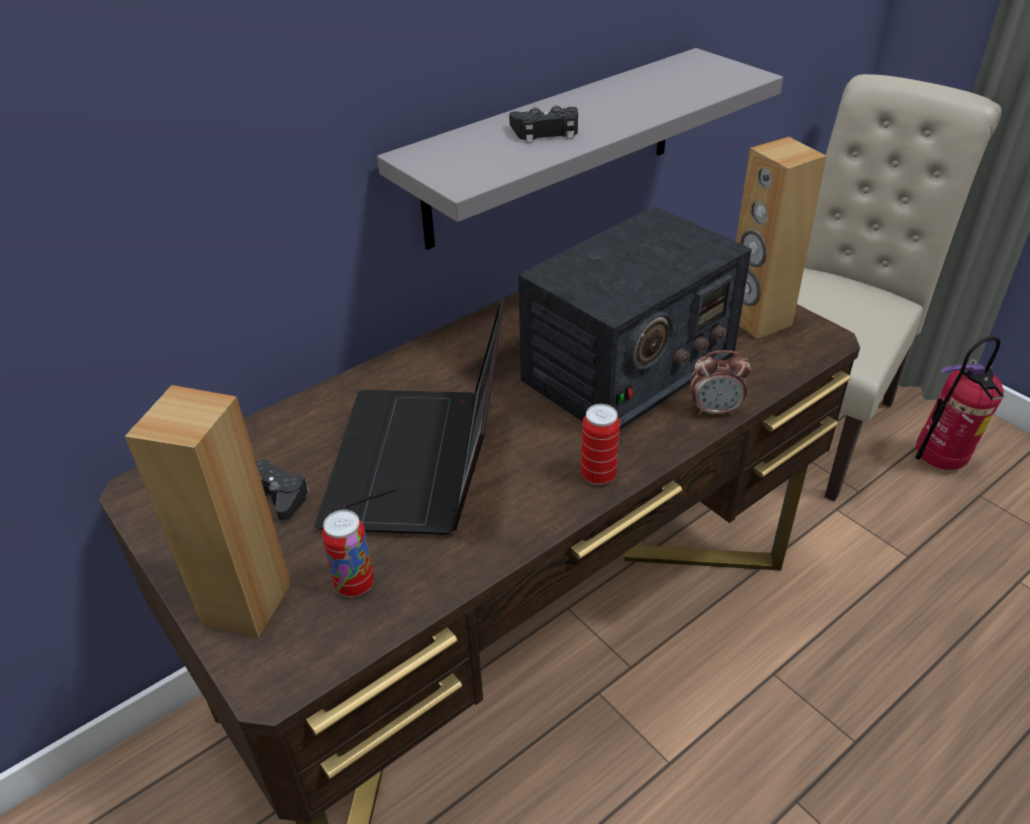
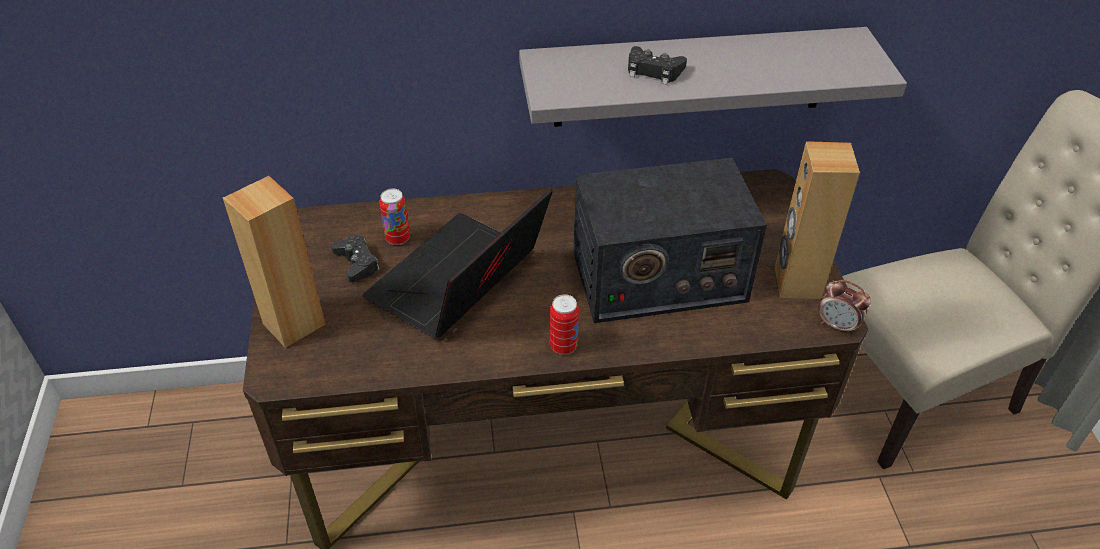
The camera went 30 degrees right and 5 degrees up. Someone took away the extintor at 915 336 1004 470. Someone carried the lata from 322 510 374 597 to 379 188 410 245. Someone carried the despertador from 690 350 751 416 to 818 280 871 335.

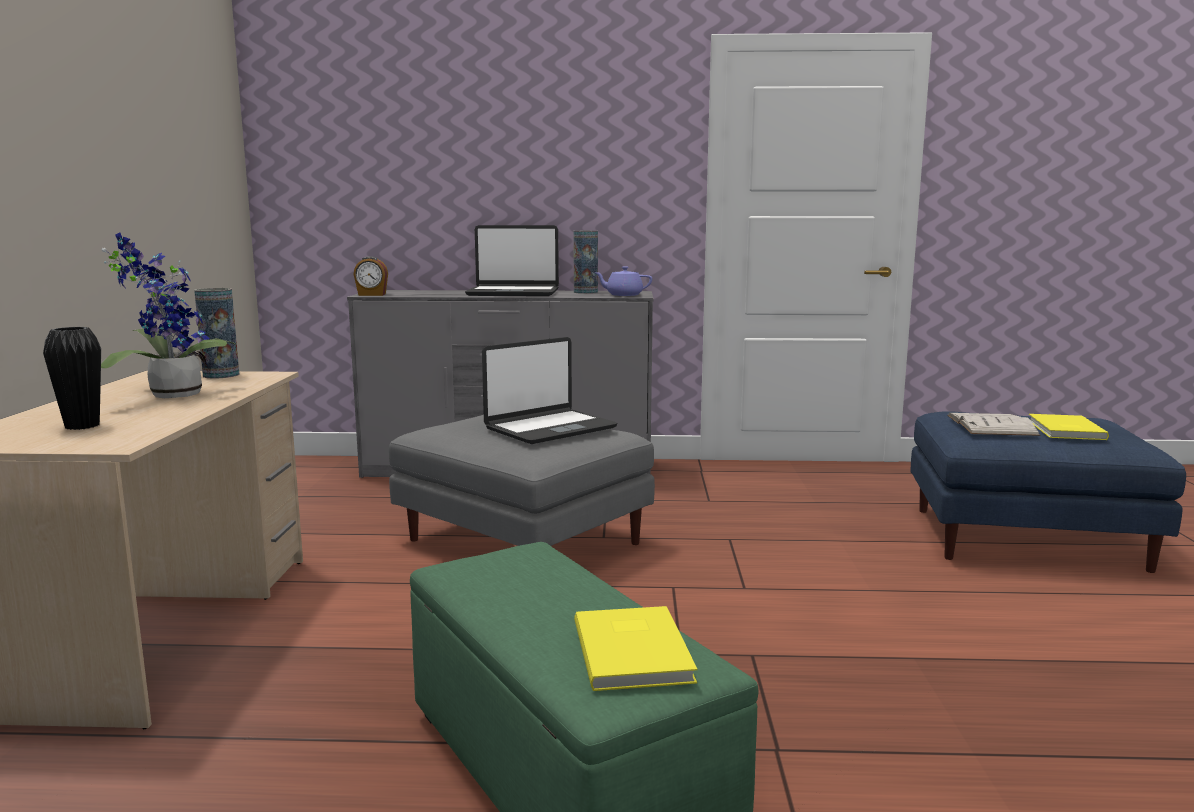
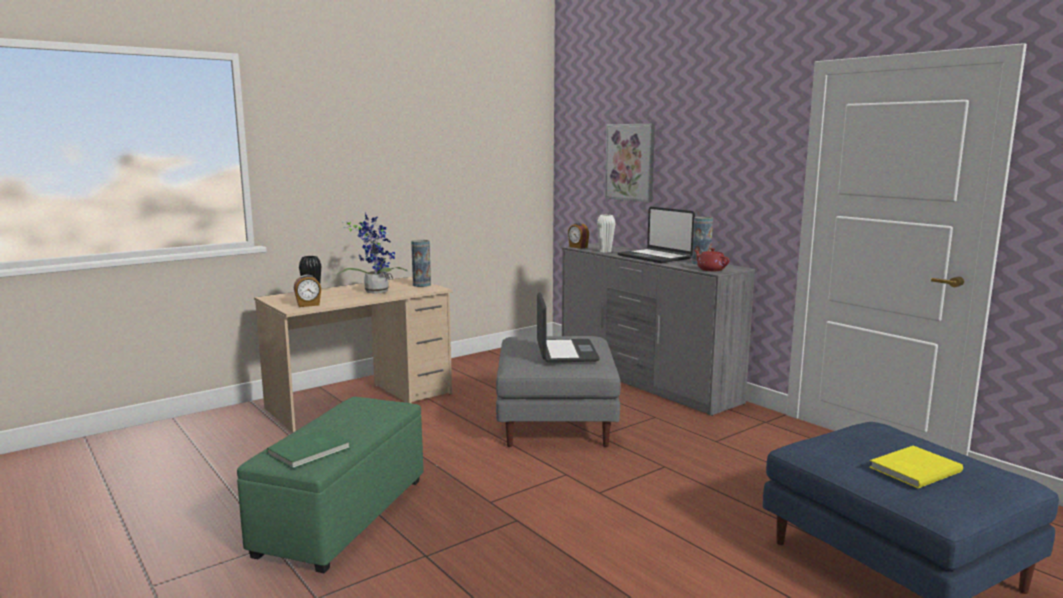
The camera went 50 degrees right and 0 degrees up. Someone took away the libro/blanco at 947 413 1040 436. Someone put down the despertador at 294 275 321 307. Someone put down the florero/blanco at 597 215 615 253. Someone put up the cuadro at 605 124 655 202. Someone repainted the libro/amarillo at 574 606 698 691, which became the libro/verde at 267 429 351 469. Someone repainted the tetera/morado at 594 266 652 296, which became the tetera/rojo at 694 248 730 271. Someone rotated the portátil at 482 337 617 444 by 105 degrees counterclockwise.

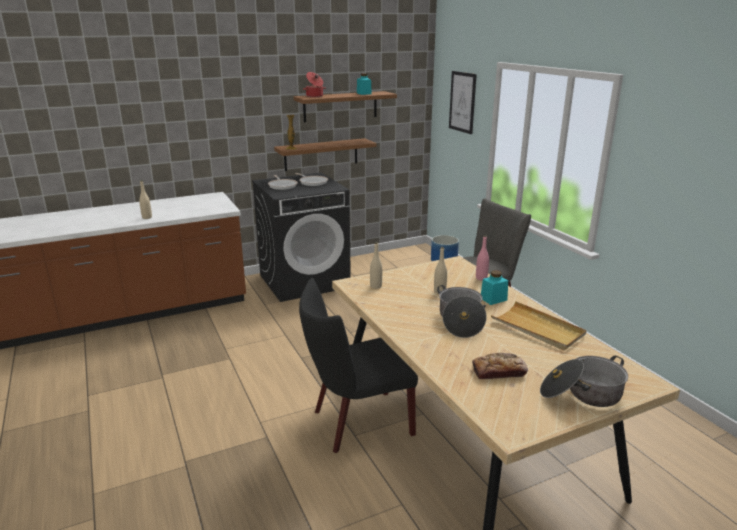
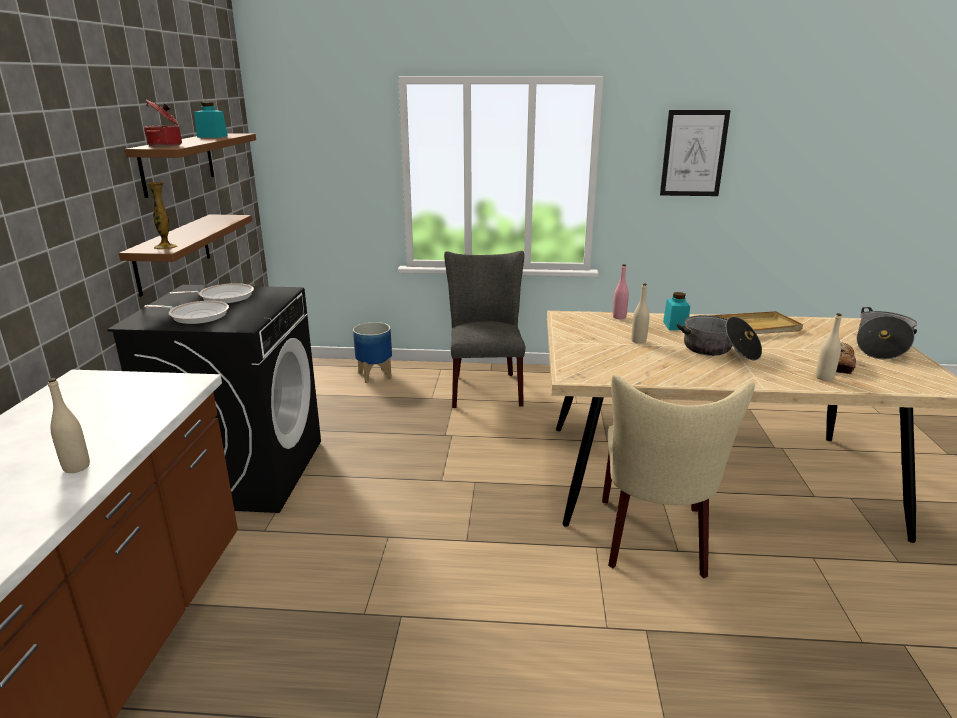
The camera went 60 degrees left and 0 degrees up. Someone carried the botella/beis from 370 242 382 289 to 816 313 842 381. Someone carried the cuadro from 449 71 477 134 to 660 110 731 196. Someone repainted the silla/negro at 299 278 418 453, which became the silla/beis at 602 374 755 578.

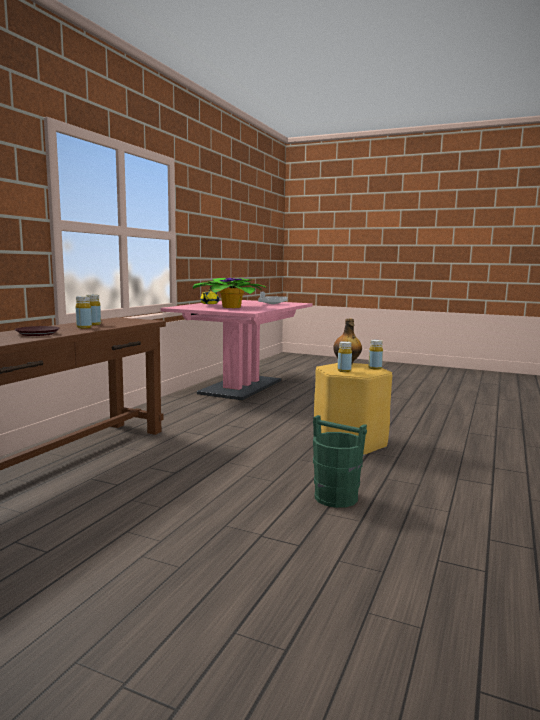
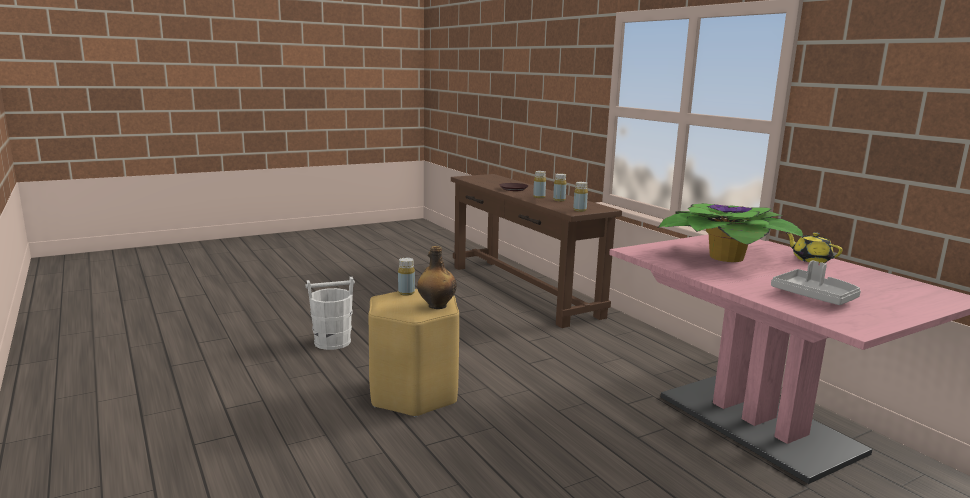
The camera went 125 degrees right and 5 degrees up. Someone carried the botella/amarillo from 369 340 383 370 to 573 182 588 212. Someone repainted the cubo/verde at 313 415 367 508, which became the cubo/blanco at 306 277 355 350.

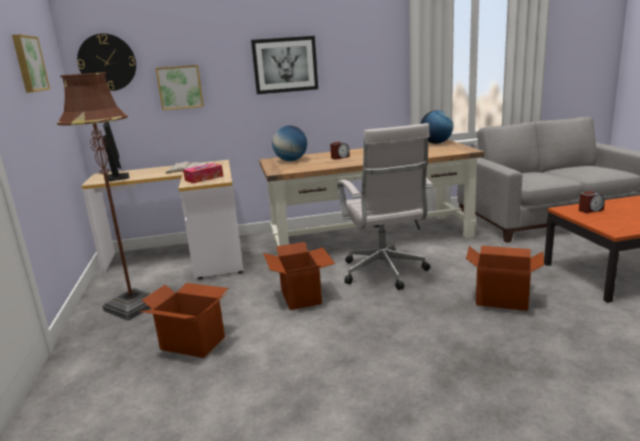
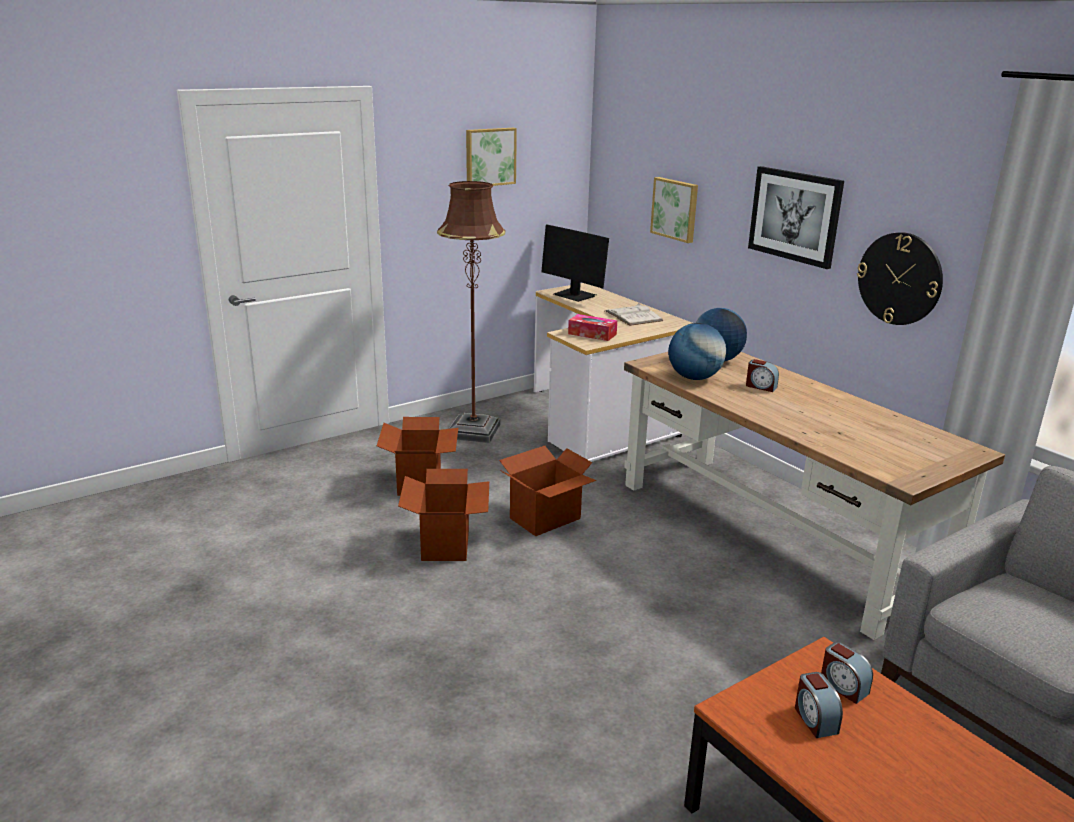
The camera went 65 degrees right and 5 degrees up. Someone took away the silla de oficina/blanco at 337 123 433 290. Someone put down the despertador at 795 672 843 738. Someone carried the reloj de pared from 77 33 136 91 to 857 232 943 325. Someone carried the globo terráqueo from 420 110 453 144 to 668 323 726 380. Someone carried the caja de cartón from 466 246 544 311 to 398 469 489 561. Someone rotated the monitor at 102 122 129 181 by 90 degrees clockwise.

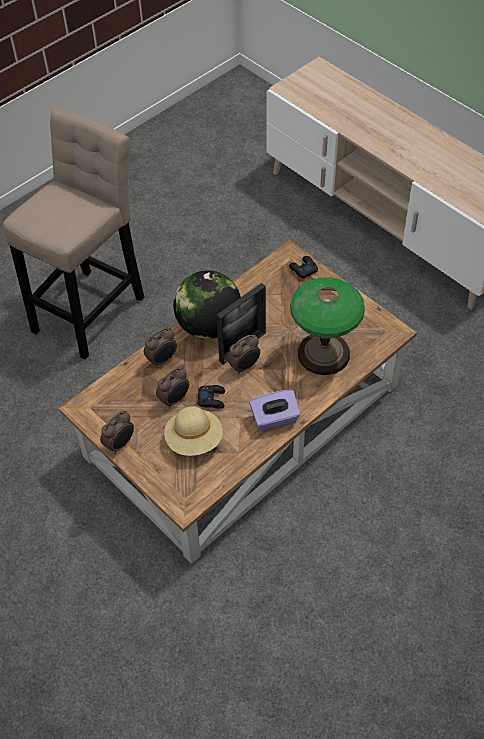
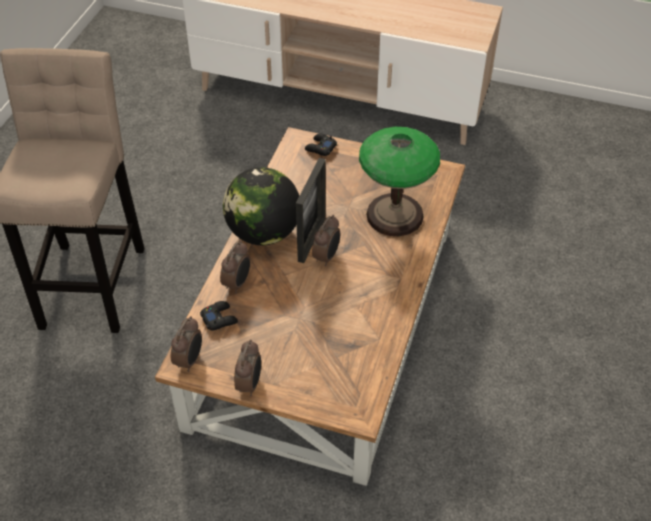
The camera went 30 degrees left and 5 degrees down. Someone took away the sombrero/beis at 164 406 223 456. Someone took away the caja de pañuelos/morado at 249 390 301 431. Someone carried the despertador from 156 367 189 408 to 171 316 202 372. Someone carried the mando de consola/negro from 197 385 225 409 to 200 301 238 331.

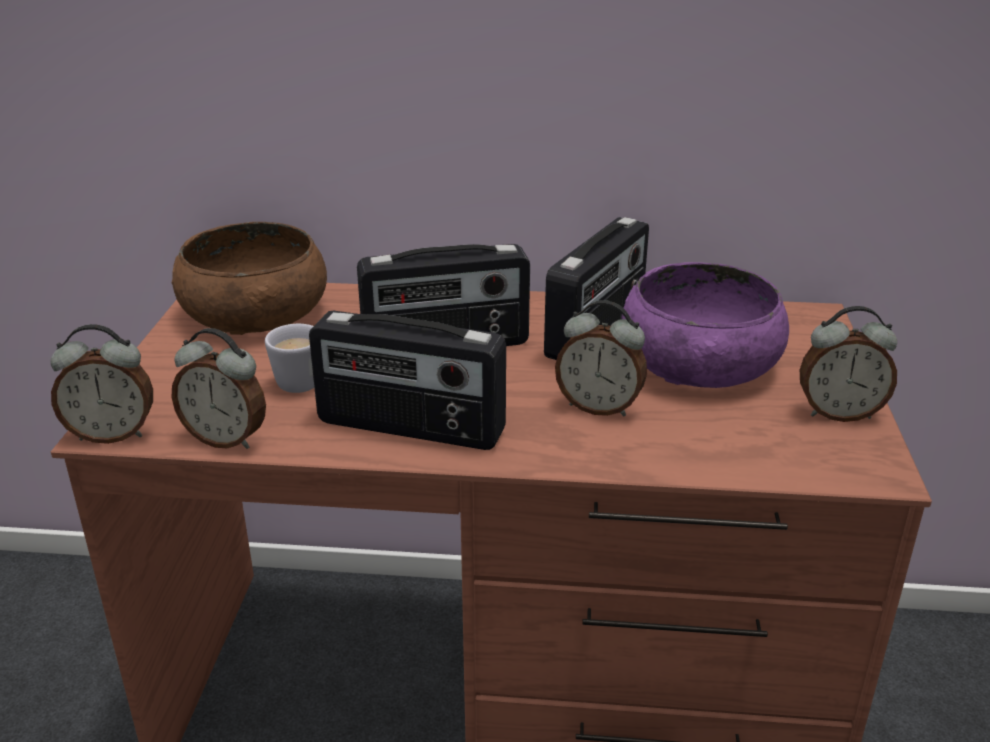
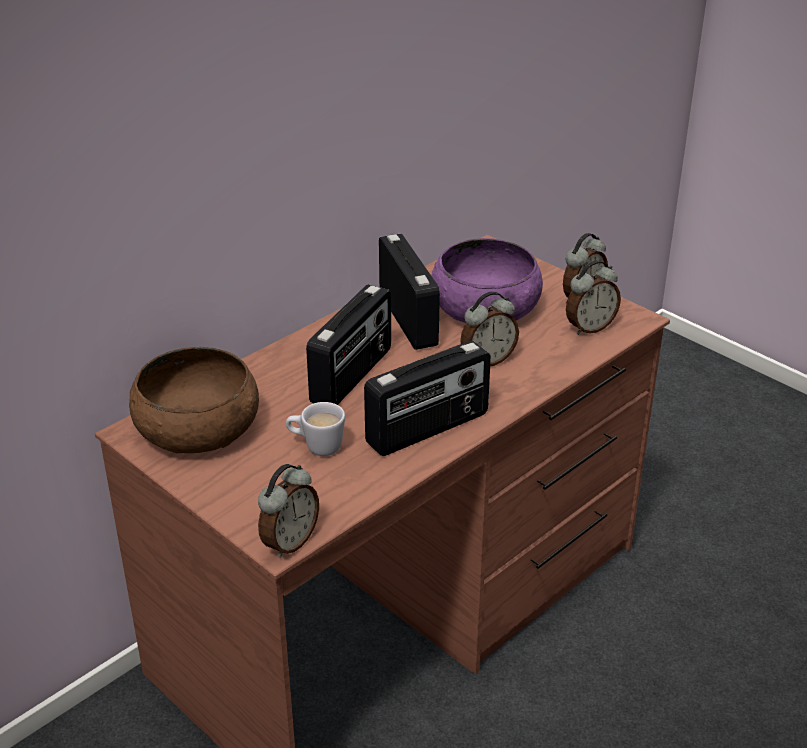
The camera went 50 degrees left and 5 degrees up. Someone carried the despertador from 172 328 266 449 to 566 260 621 335.

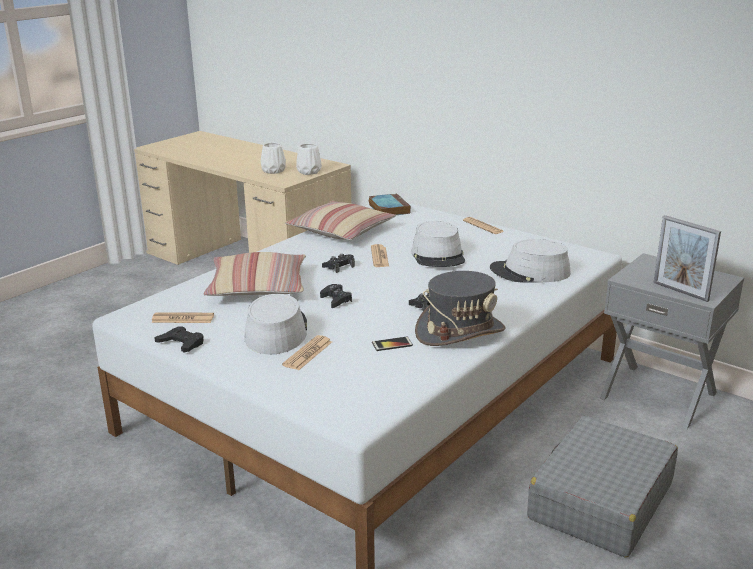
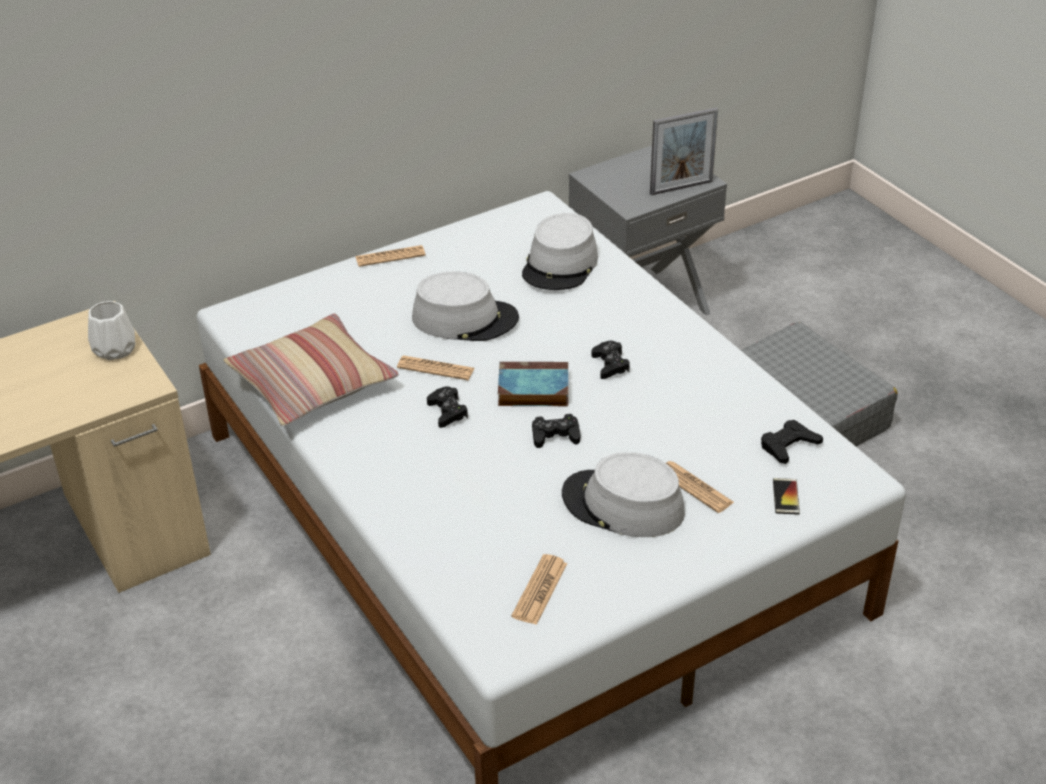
The camera went 70 degrees left and 15 degrees up. Someone took away the cojín at 204 252 306 296. Someone took away the florero/blanco at 261 143 286 174. Someone took away the sombrero/gris at 415 271 505 346. Someone carried the mando de consola/negro from 154 326 204 352 to 761 420 823 464. Someone carried the libro from 369 193 411 215 to 498 362 568 406. Someone carried the móvil from 372 337 413 351 to 773 478 800 515.

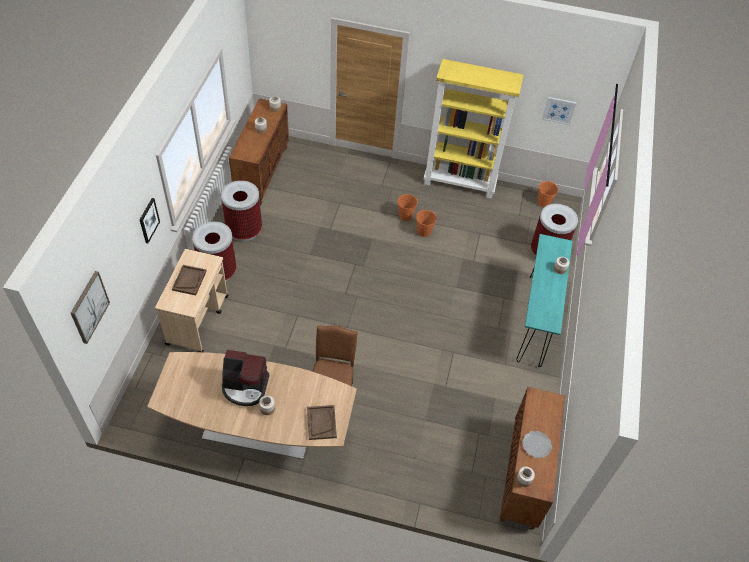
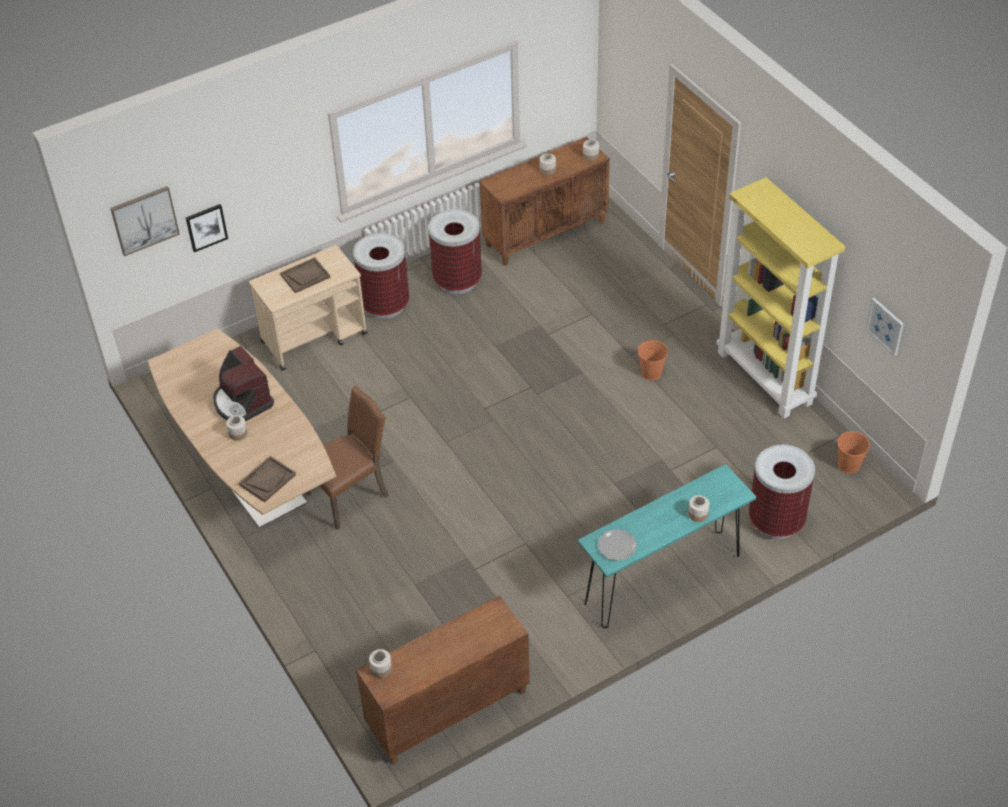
The camera went 50 degrees right and 5 degrees down. Someone took away the cubo/naranja at 416 210 437 237. Someone carried the cuadro from 139 198 160 243 to 186 204 228 252. Someone carried the plato from 522 431 552 458 to 597 529 637 561.

